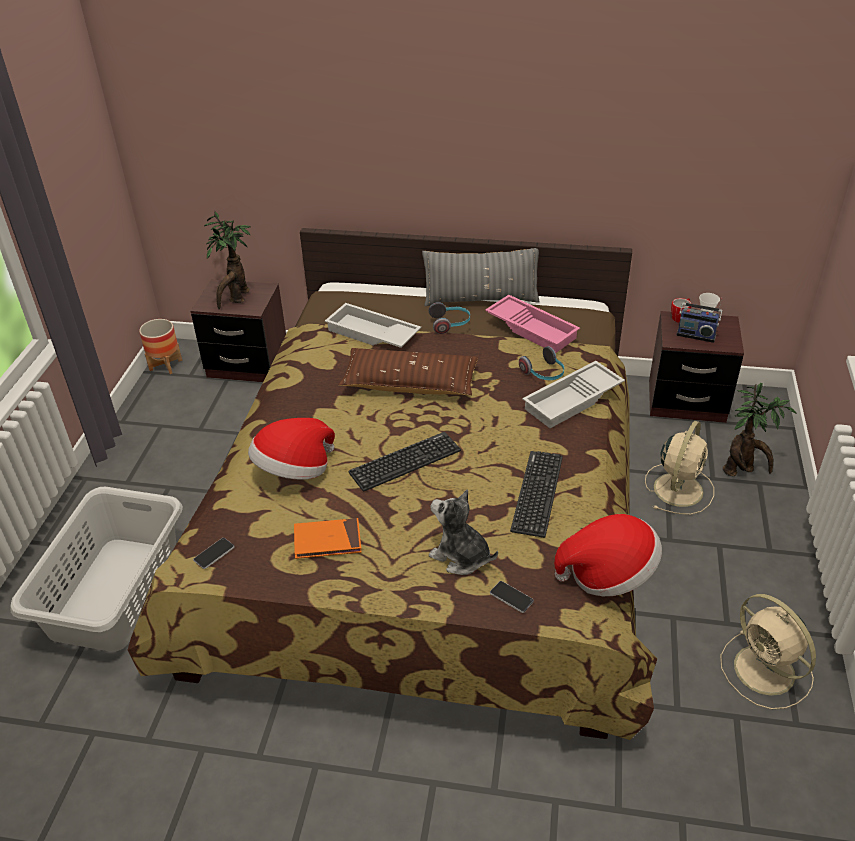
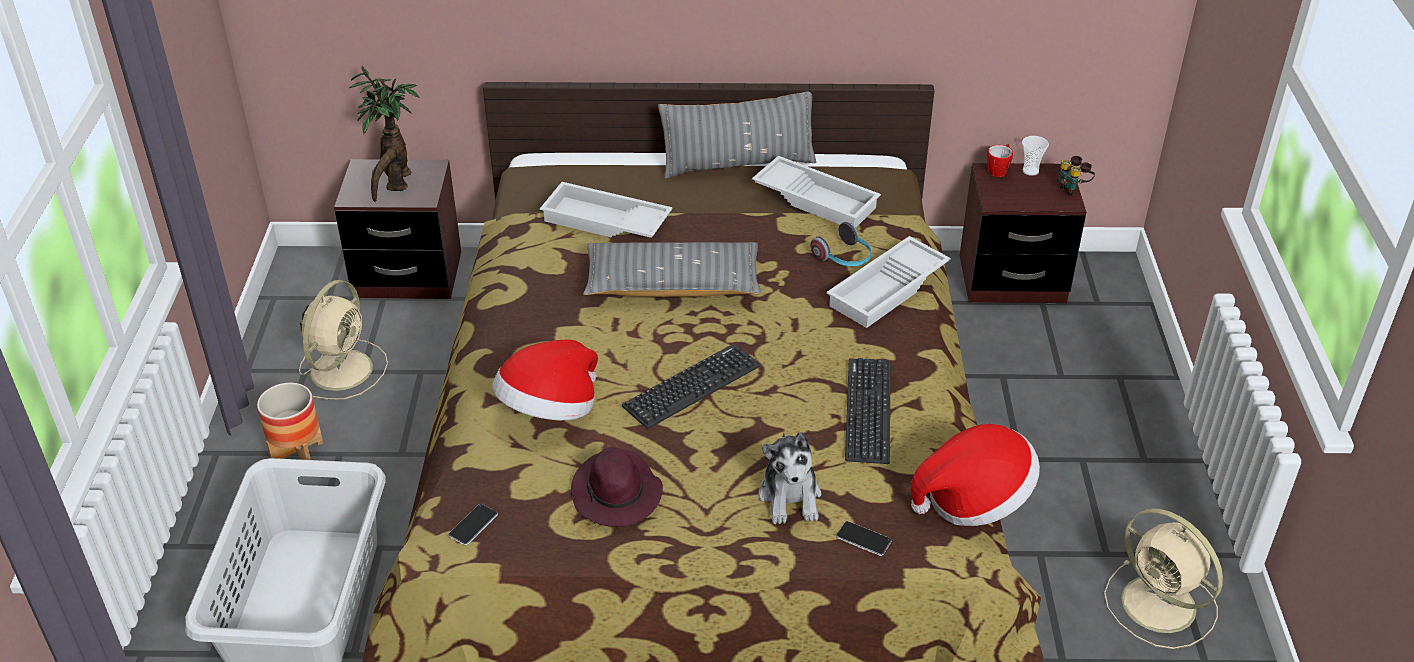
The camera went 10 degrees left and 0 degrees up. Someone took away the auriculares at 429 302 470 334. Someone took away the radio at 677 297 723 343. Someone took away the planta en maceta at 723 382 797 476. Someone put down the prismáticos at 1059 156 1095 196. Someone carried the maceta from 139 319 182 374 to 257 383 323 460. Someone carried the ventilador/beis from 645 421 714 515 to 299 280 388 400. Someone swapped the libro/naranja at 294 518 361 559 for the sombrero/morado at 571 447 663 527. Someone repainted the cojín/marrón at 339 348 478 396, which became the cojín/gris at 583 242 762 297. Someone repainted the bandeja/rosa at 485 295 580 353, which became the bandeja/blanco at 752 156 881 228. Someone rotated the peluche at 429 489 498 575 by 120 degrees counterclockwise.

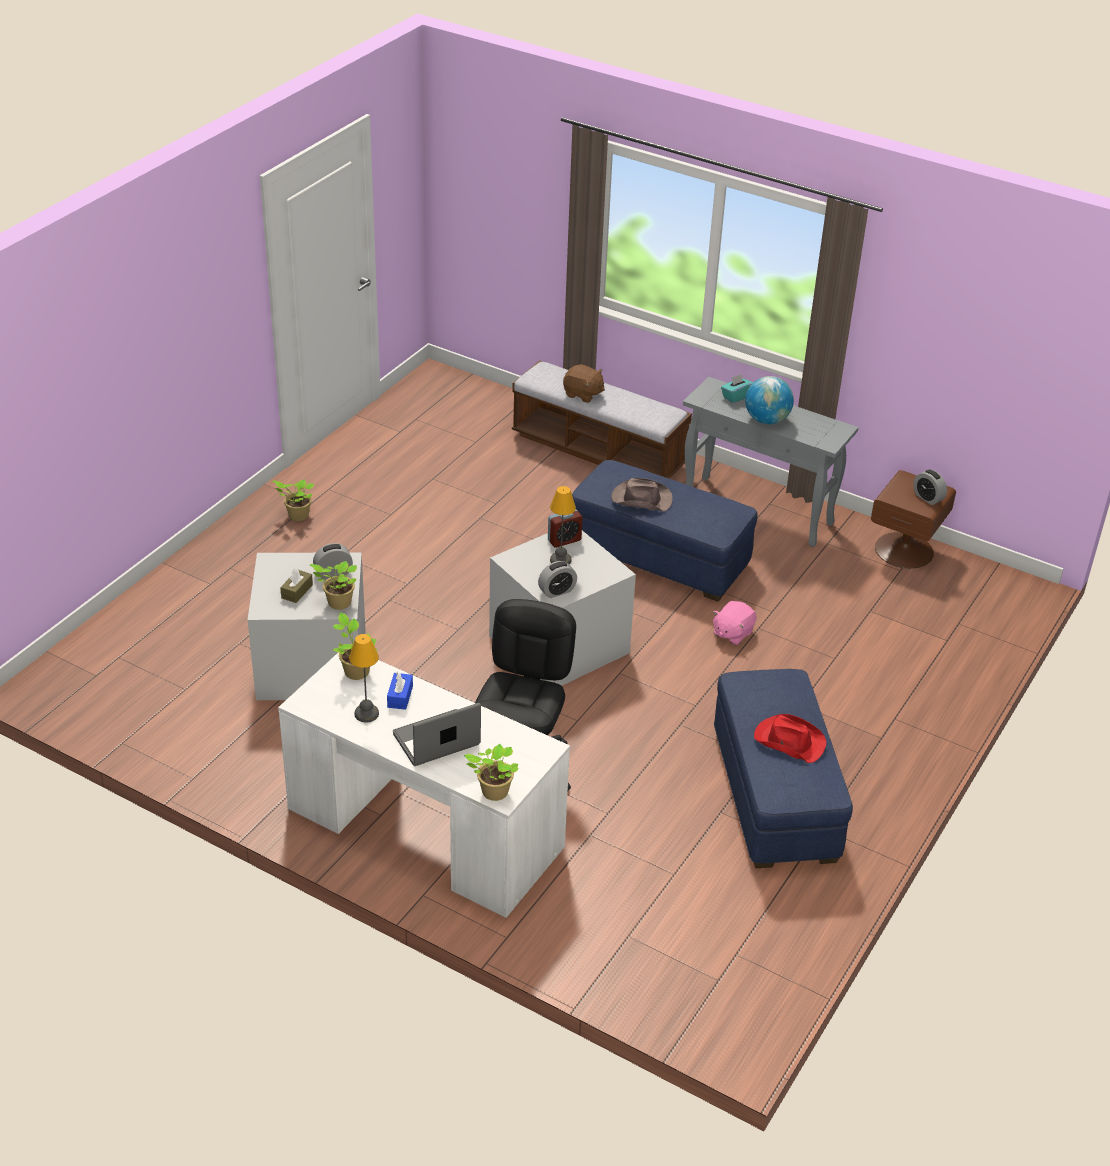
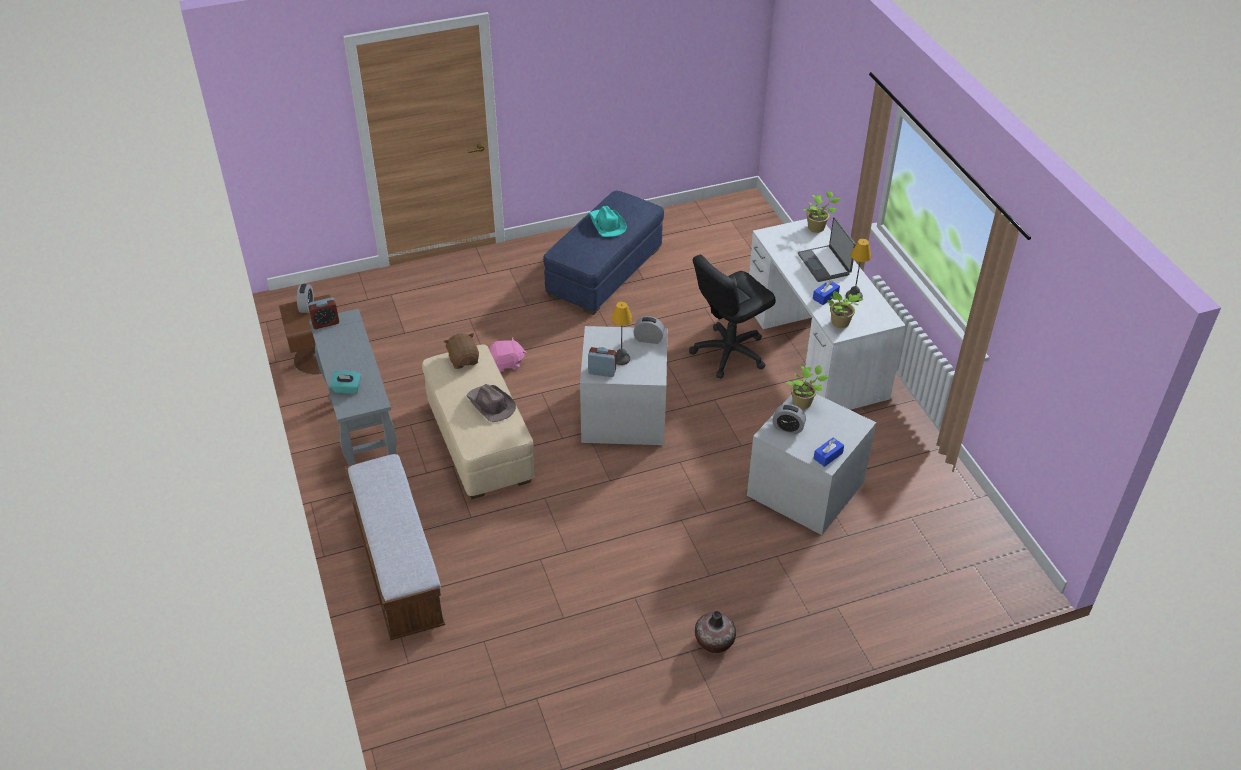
The camera went 140 degrees left and 5 degrees up. Someone took away the caja de pañuelos/marrón at 280 568 313 603. Someone took away the globo terráqueo at 745 376 794 424. Someone put down the despertador at 308 297 339 329. Someone put down the caja de pañuelos/azul at 813 437 844 467. Someone carried the peluche/marrón from 563 364 605 403 to 444 333 479 369. Someone swapped the planta en maceta at 272 479 314 521 for the florero at 695 611 736 653. Someone repainted the puf/azul at 572 460 758 602, which became the puf/beis at 422 344 535 499. Someone repainted the sombrero/rojo at 754 714 826 763, which became the sombrero/turquesa at 589 206 627 237. Someone rotated the portátil at 393 703 481 766 by 60 degrees clockwise.

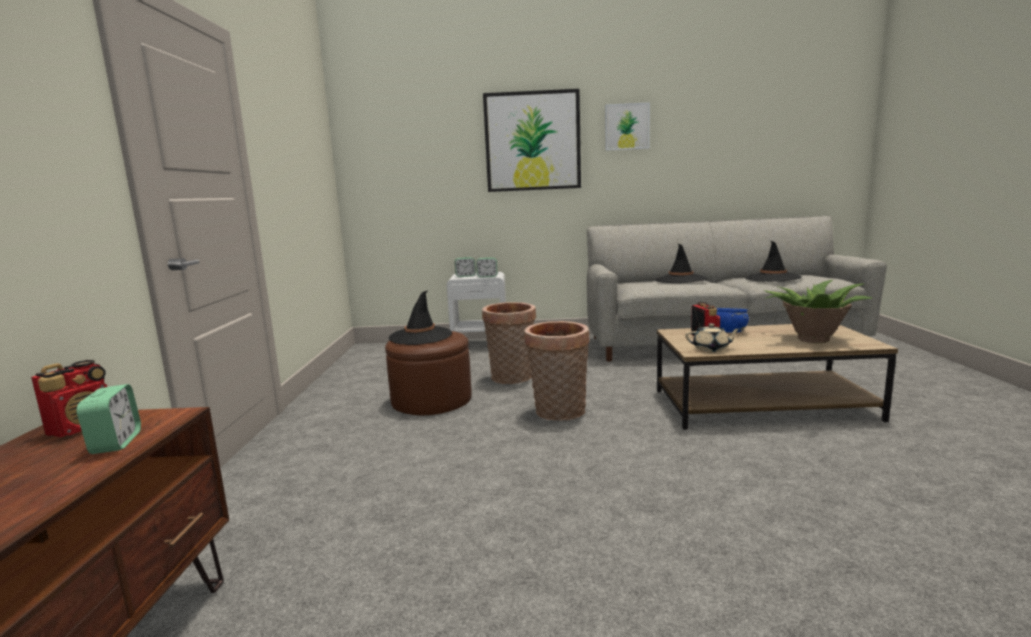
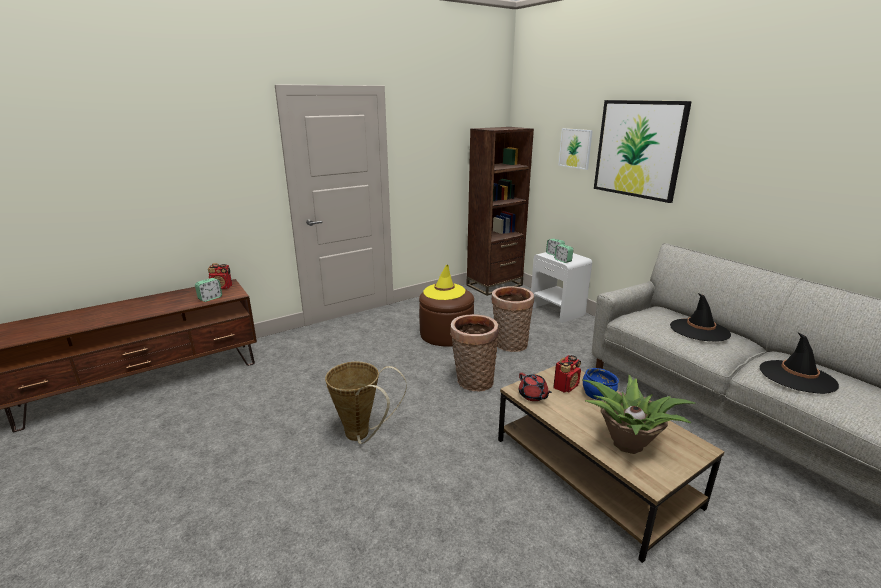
The camera went 55 degrees right and 10 degrees up. Someone put down the cesta at 325 362 407 444. Someone put down the estantería/marrón at 467 127 534 296. Someone carried the cuadro from 605 102 650 151 to 558 128 593 170. Someone repainted the sombrero/negro at 389 290 452 345, which became the sombrero/amarillo at 423 265 465 300. Someone repainted the tetera/beis at 685 323 741 352, which became the tetera/rojo at 519 373 552 401.

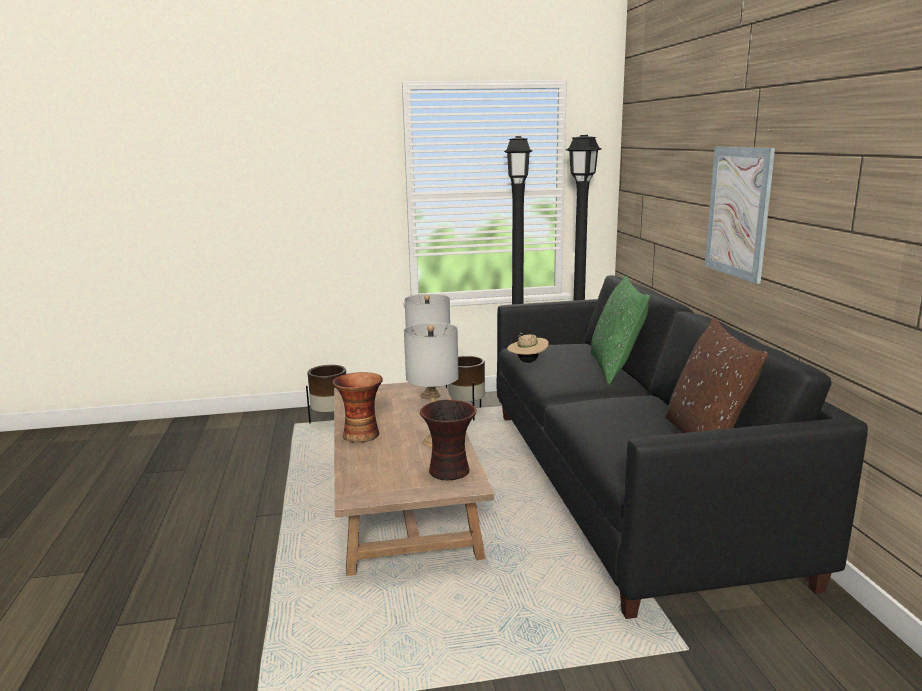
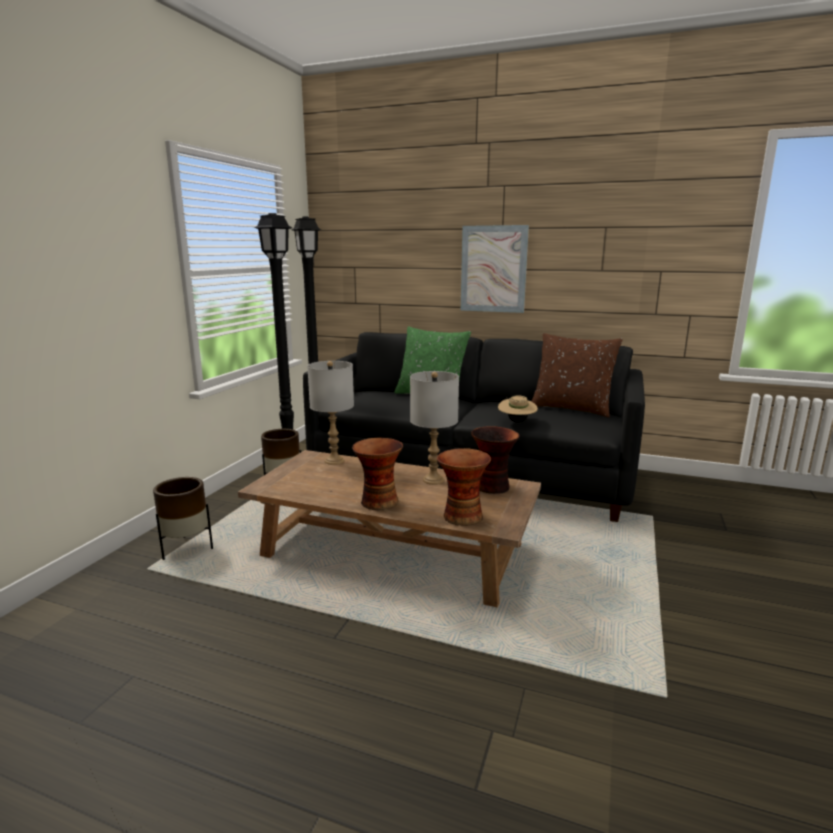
The camera went 60 degrees left and 0 degrees up. Someone put down the florero at 437 448 491 526. Someone carried the sombrero/beis from 507 333 549 363 to 498 395 538 422.

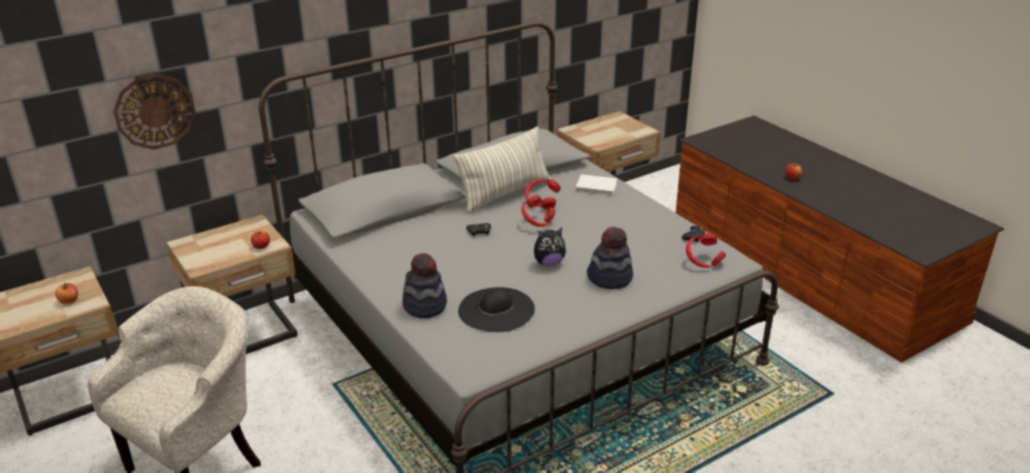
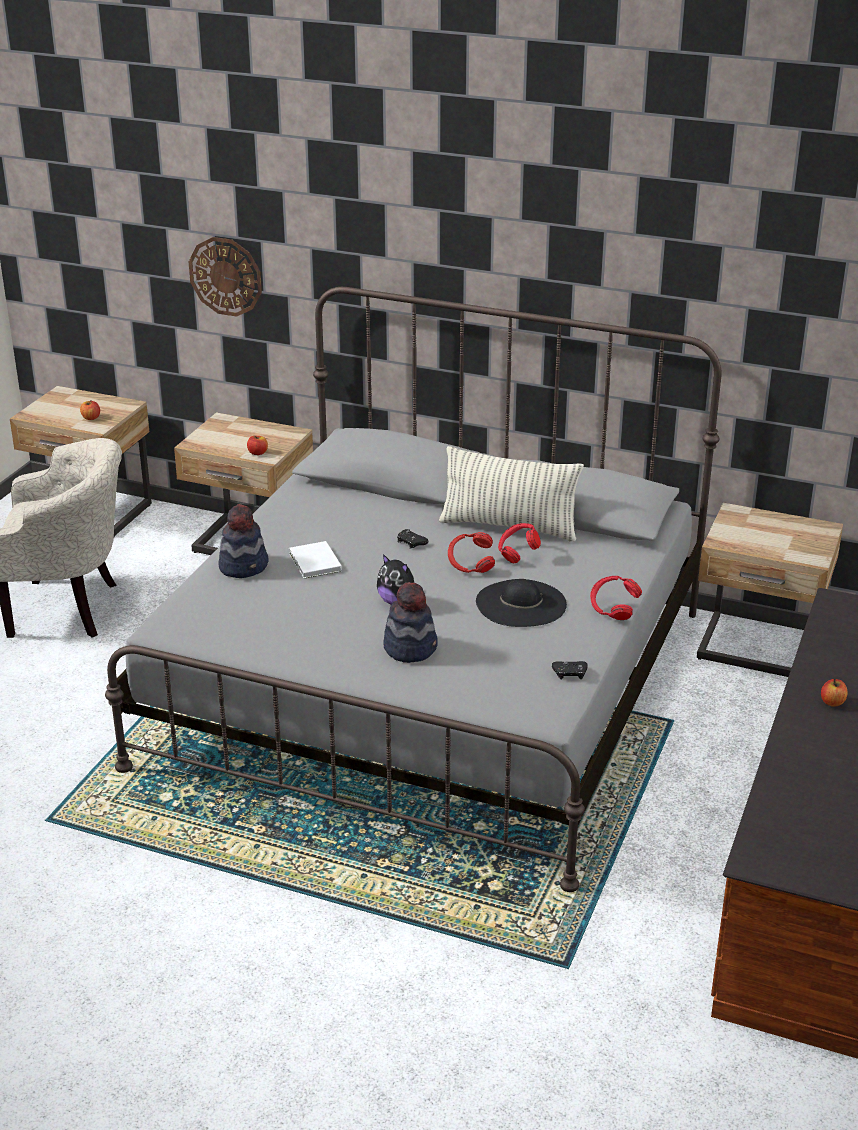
The camera went 55 degrees right and 0 degrees up. Someone carried the sombrero/negro from 458 287 535 332 to 476 579 567 627. Someone carried the libro/blanco from 576 174 617 195 to 289 541 342 579. Someone carried the auriculares/rojo from 686 233 726 268 to 590 576 642 620.

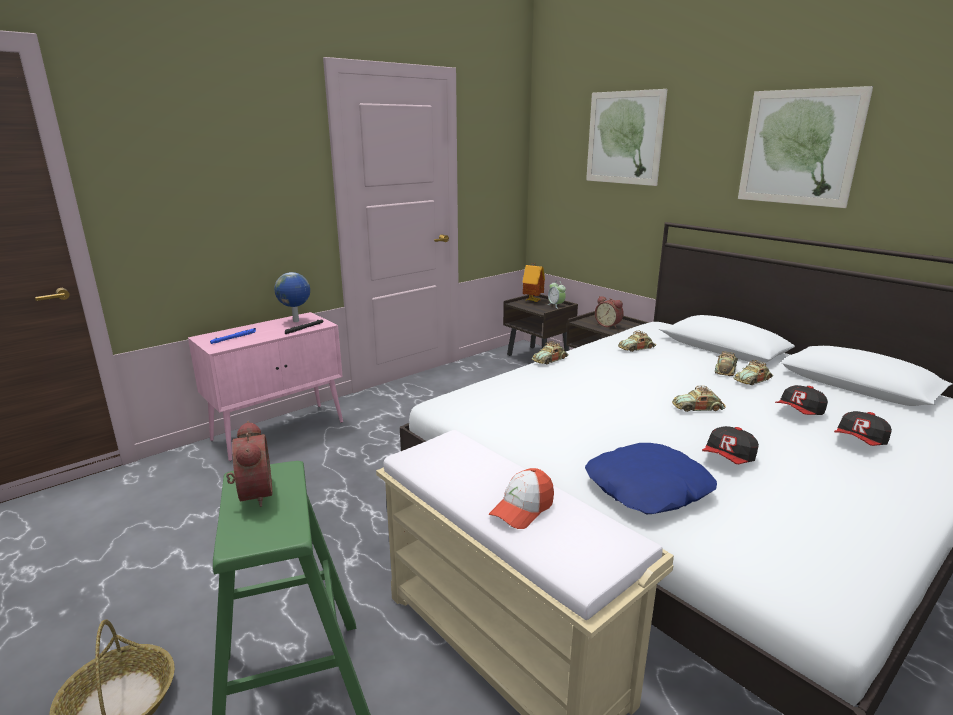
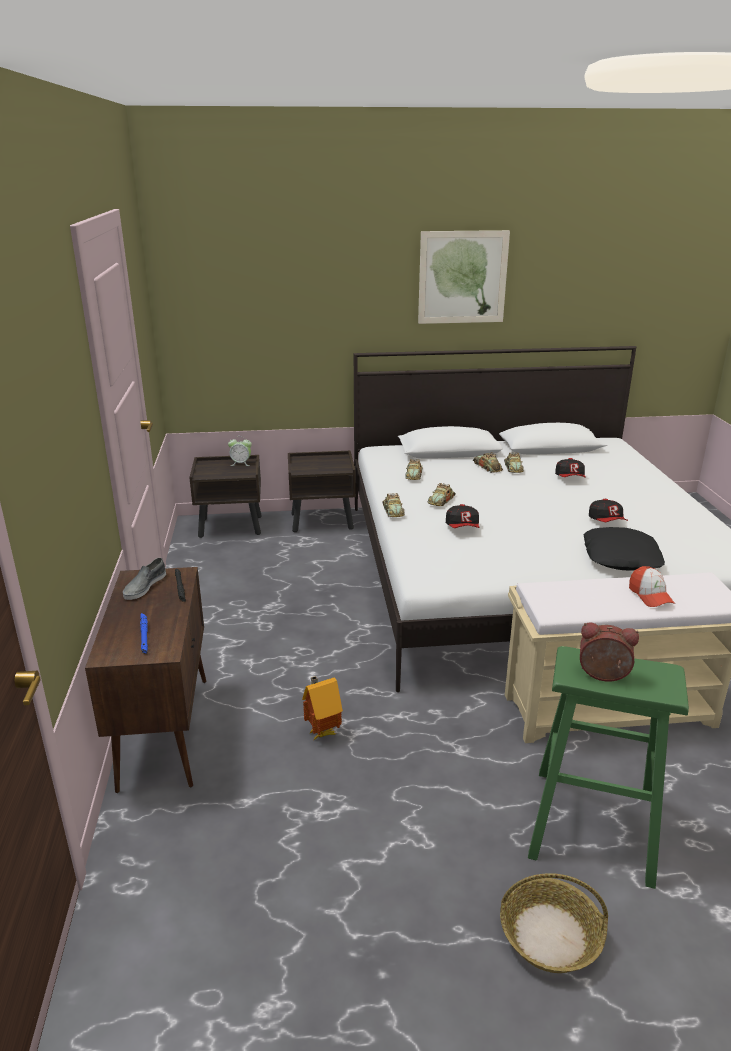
The camera went 55 degrees left and 5 degrees up. Someone took away the cuadro at 586 89 668 186. Someone took away the despertador at 595 296 624 328. Someone carried the casita from 522 263 545 302 to 302 676 343 740. Someone carried the coche de juguete from 672 386 726 412 to 427 483 456 506. Someone carried the gorra from 834 411 892 446 to 446 504 479 528. Someone swapped the globo terráqueo at 274 272 310 322 for the zapato/gris at 123 558 166 600. Someone repainted the armario/rosa at 188 312 343 461, which became the armario/marrón at 85 567 206 793. Someone repainted the cojín/azul at 585 443 717 514, which became the cojín/negro at 583 527 665 571.

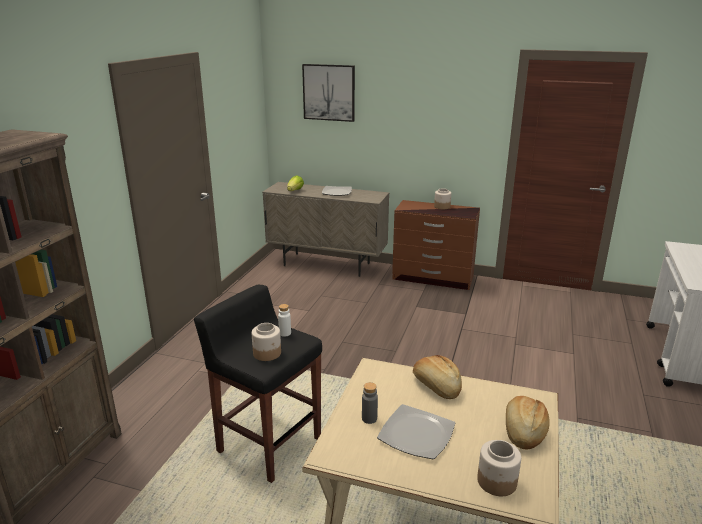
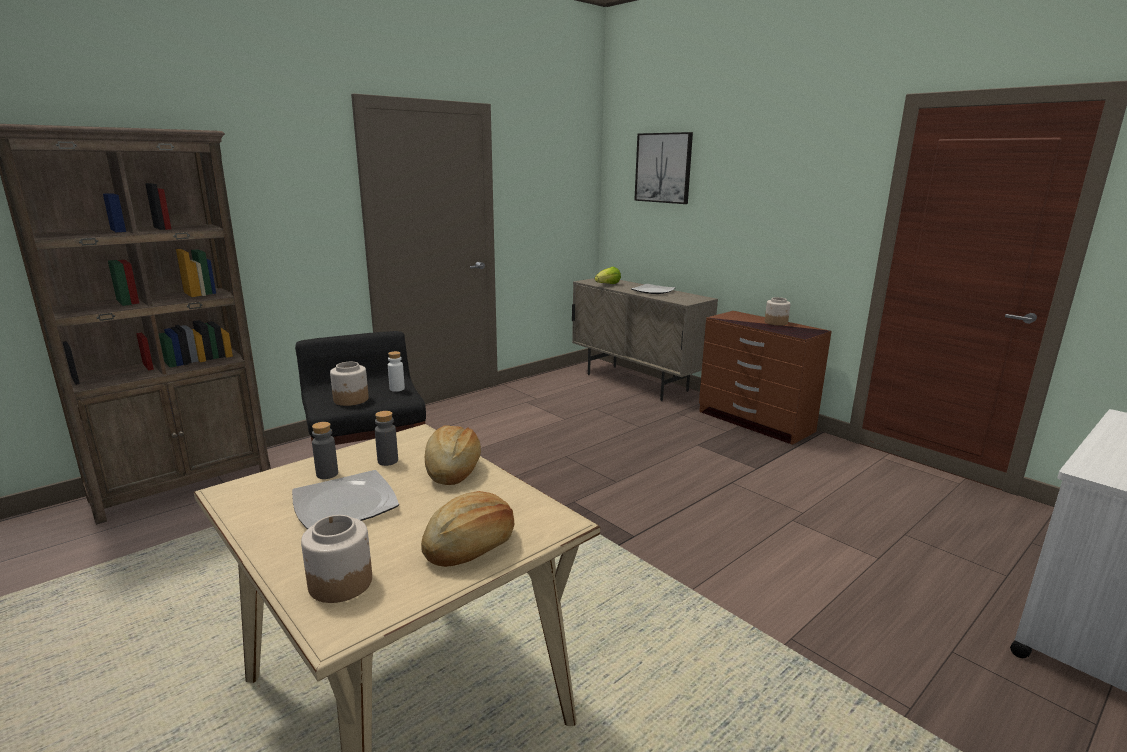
The camera went 30 degrees right and 5 degrees down. Someone put down the botella/gris at 375 411 398 466.

